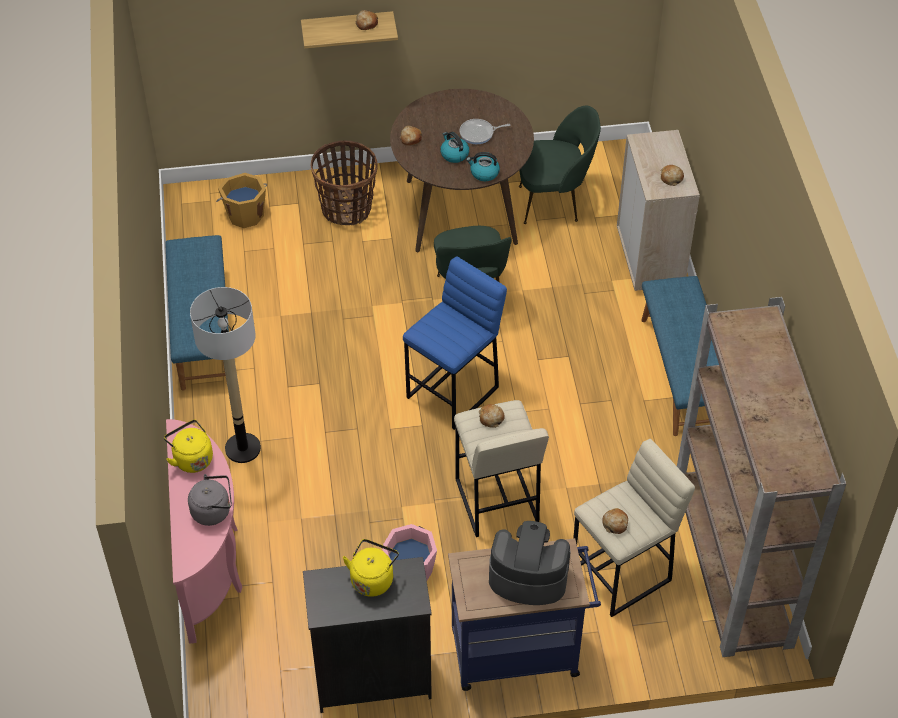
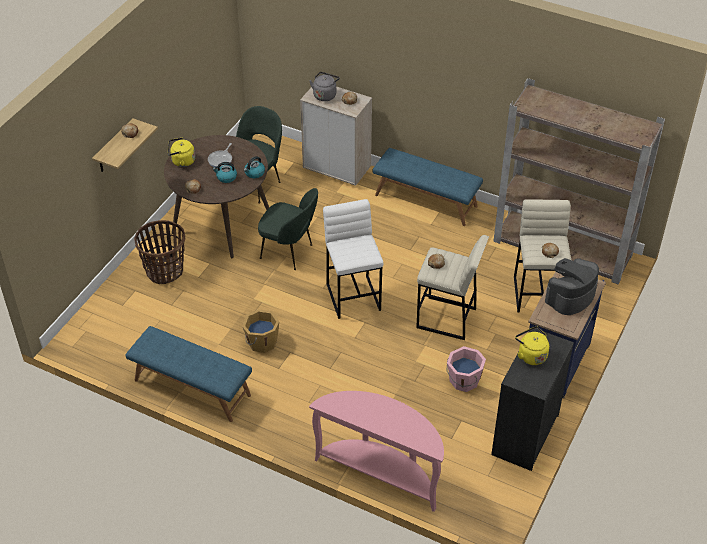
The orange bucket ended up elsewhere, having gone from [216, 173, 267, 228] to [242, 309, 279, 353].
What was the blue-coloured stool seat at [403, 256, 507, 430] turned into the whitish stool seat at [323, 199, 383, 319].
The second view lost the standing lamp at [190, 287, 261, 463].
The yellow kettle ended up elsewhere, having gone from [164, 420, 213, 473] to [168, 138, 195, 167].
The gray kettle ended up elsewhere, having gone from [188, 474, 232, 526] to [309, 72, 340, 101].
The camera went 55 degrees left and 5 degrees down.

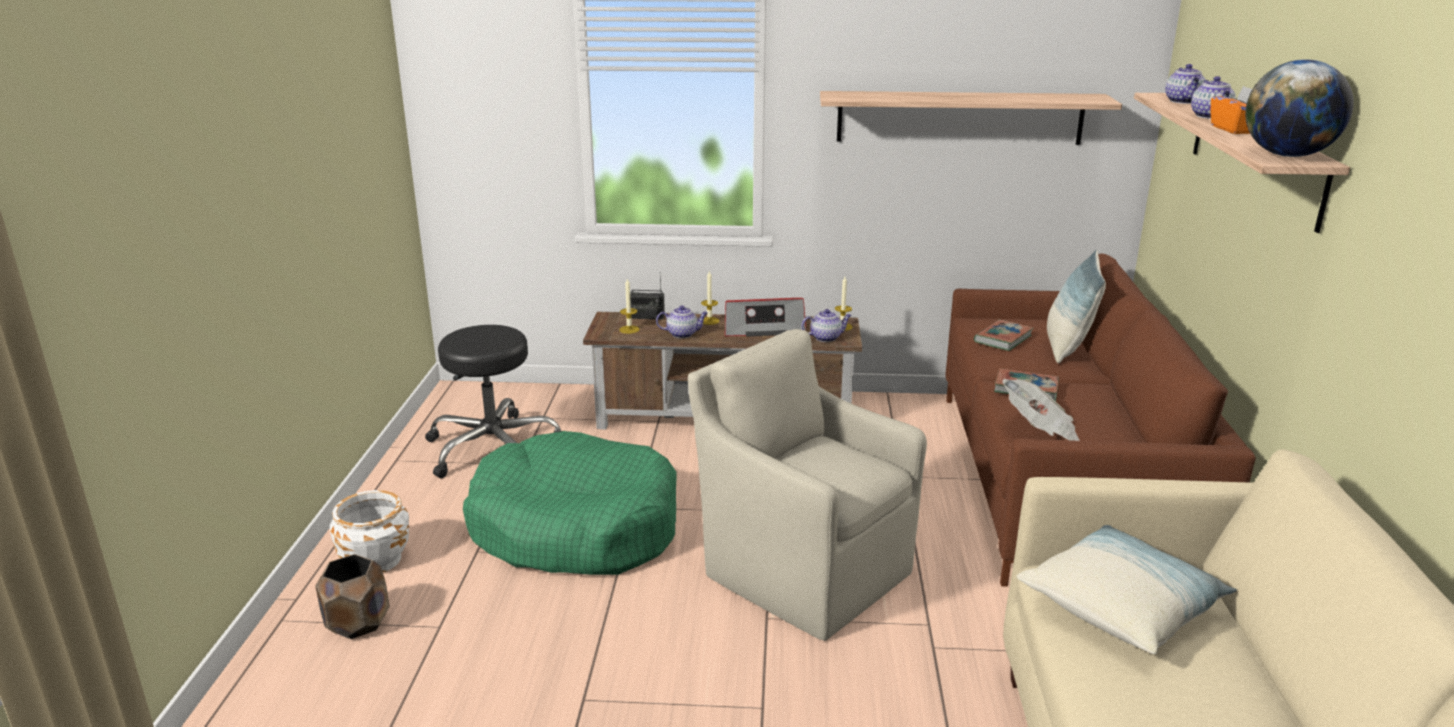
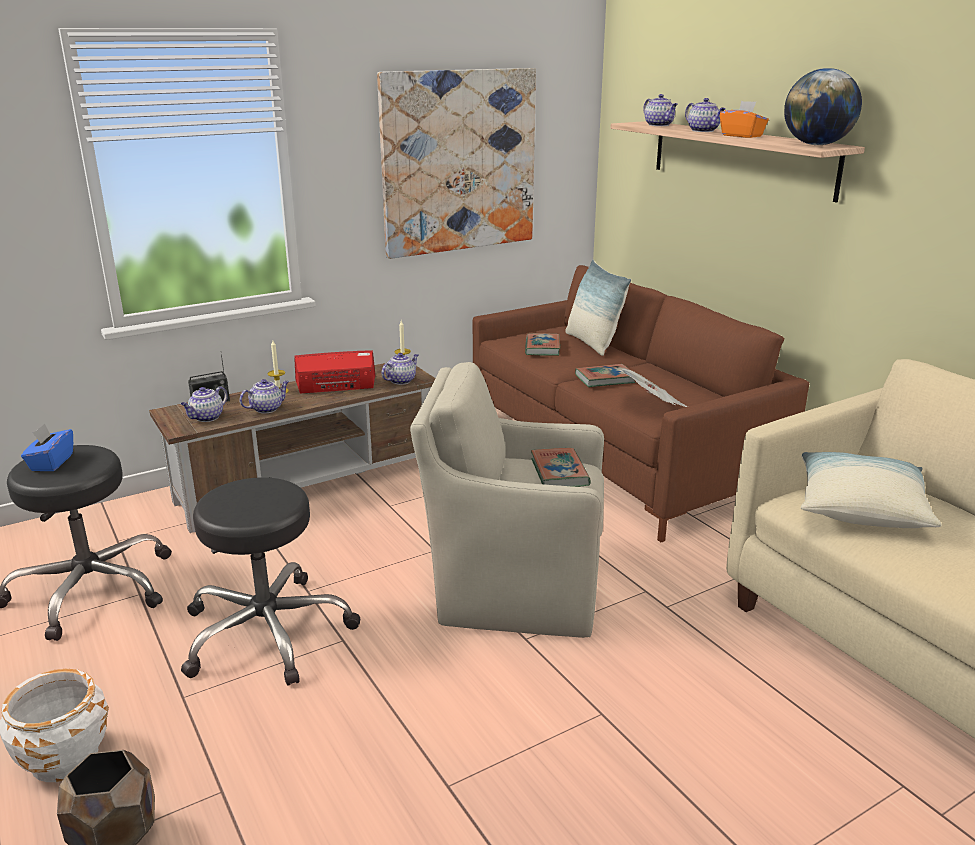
Where the bracket shelf hung at [820, 91, 1122, 145], the wall art came to hang at [377, 68, 536, 259].
Where the wax light stood at [619, 279, 639, 334], the teapot came to stand at [181, 386, 228, 422].
The radio receiver at [725, 298, 806, 337] ended up facing another way, 150 degrees counterclockwise from before.
Where the greenish dog bed stood at [463, 431, 677, 575], the black stool seat came to stand at [181, 477, 360, 686].
The second view gained the blue-coloured box of tissues at [21, 424, 73, 471].
The second view gained the book at [531, 448, 591, 487].
The camera went 35 degrees left and 0 degrees up.

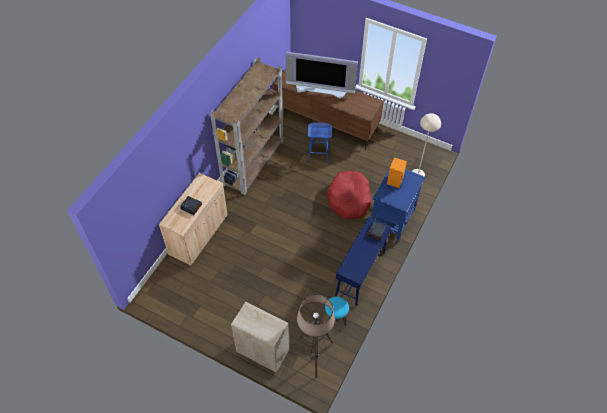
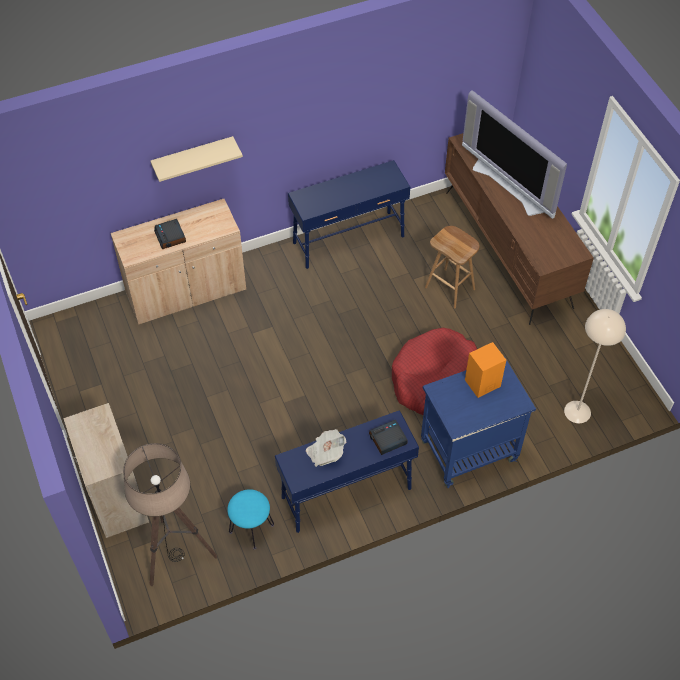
Where the brown-coloured bookshelf stood at [210, 57, 284, 195], the blue-coloured hall table came to stand at [288, 160, 410, 269].
What was the blue-coloured stool seat at [307, 122, 332, 163] turned into the brown-coloured stool seat at [425, 226, 480, 308].
The second view gained the sand-coloured bracket shelf at [150, 136, 243, 182].
The second view gained the printed paper at [306, 429, 346, 467].
The camera went 40 degrees right and 0 degrees up.

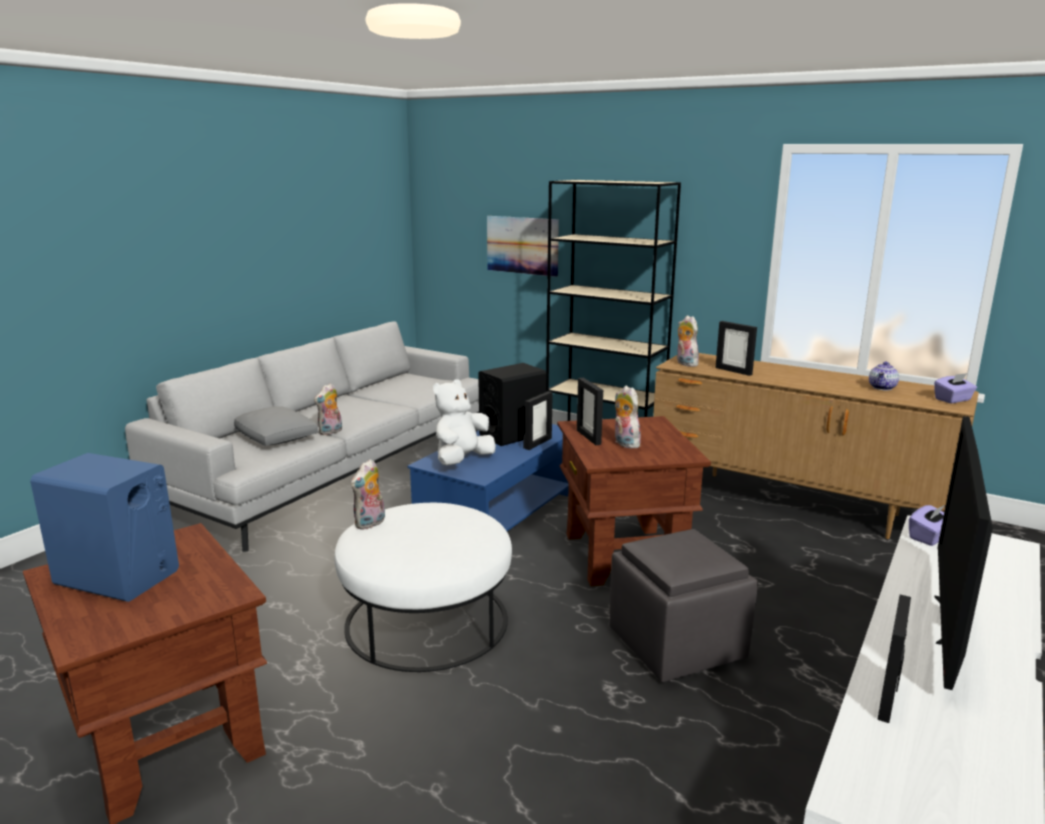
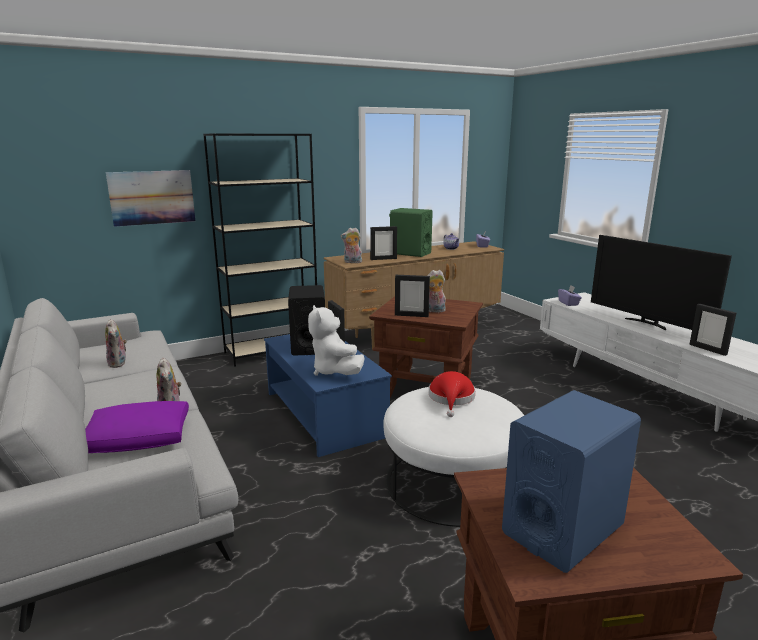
What was the gray cushion at [234, 406, 318, 446] turned into the purple cushion at [85, 401, 189, 453].
The cuddly toy ended up elsewhere, having gone from [351, 459, 385, 530] to [105, 319, 127, 368].
The second view lost the gray pouffe at [609, 529, 758, 682].
The second view gained the greenish speaker at [389, 208, 433, 257].
The second view gained the red-coloured clothing hat at [429, 371, 475, 417].
The camera went 60 degrees left and 0 degrees up.

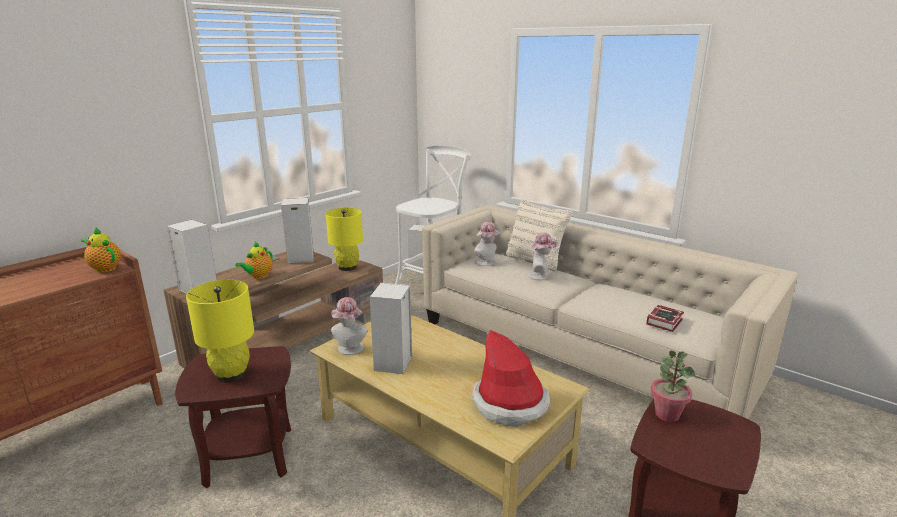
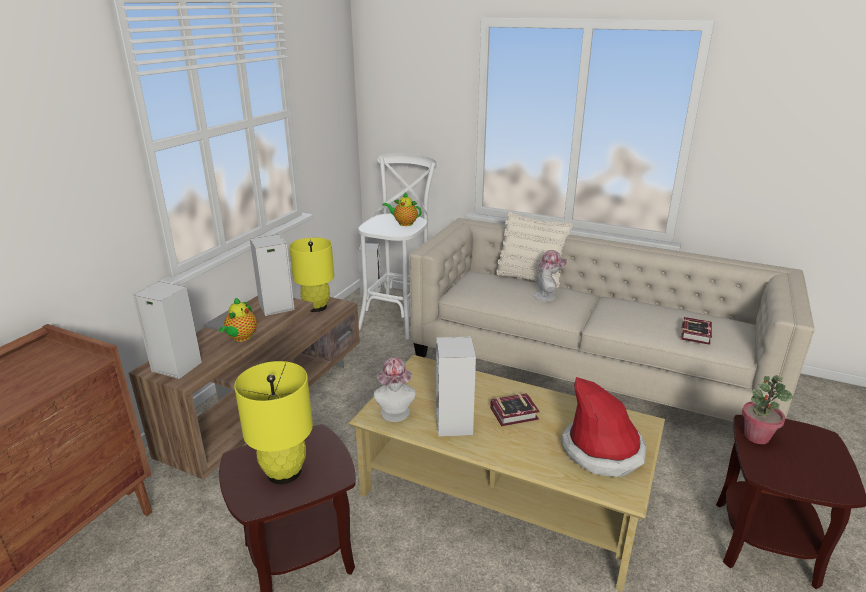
The second view lost the clothing hat at [474, 222, 499, 266].
The teapot ended up elsewhere, having gone from [81, 227, 121, 272] to [383, 193, 421, 226].
The second view gained the book at [490, 393, 540, 426].
The camera went 15 degrees left and 5 degrees up.

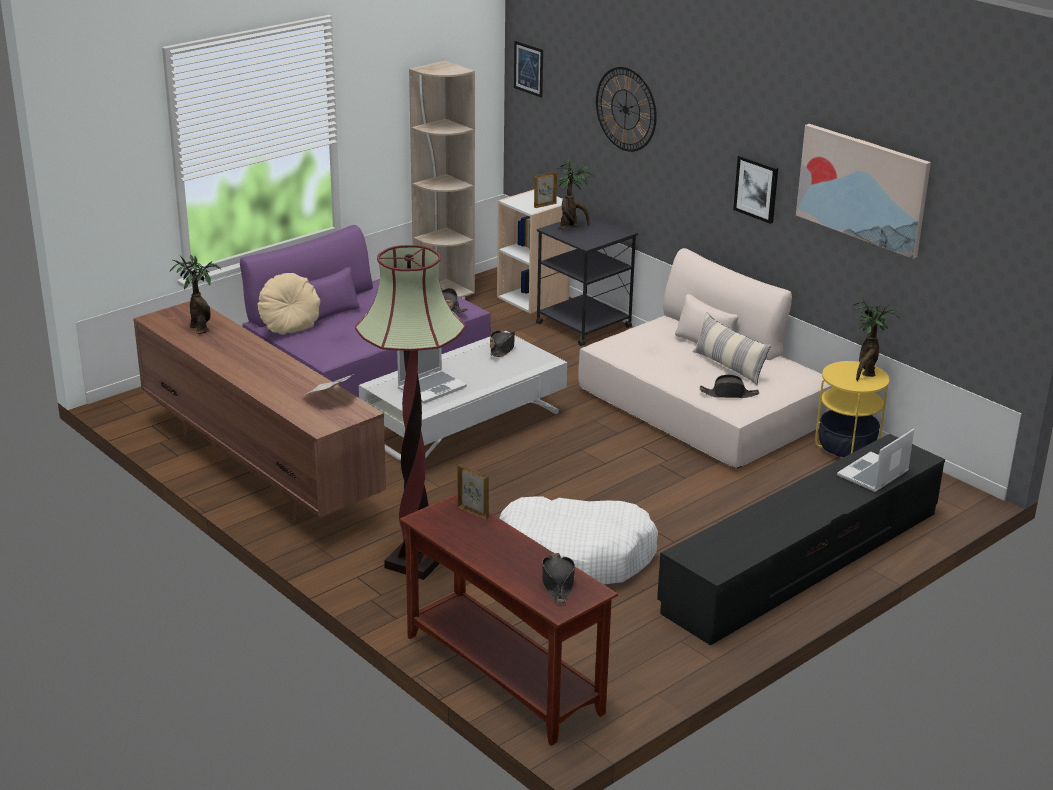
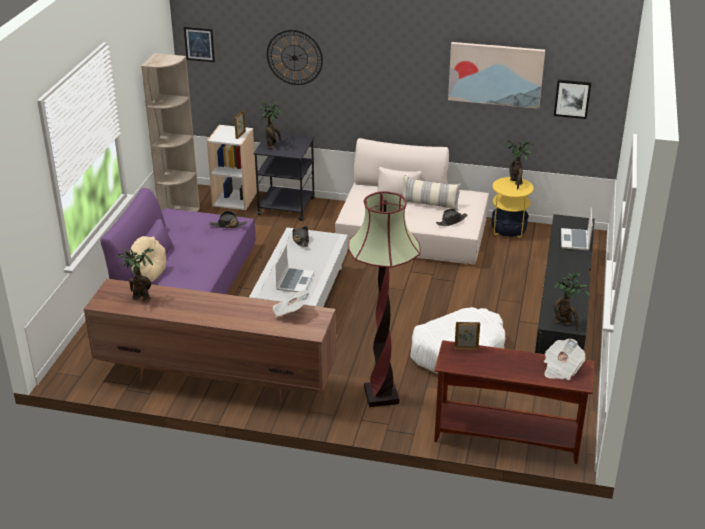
The wall art ended up elsewhere, having gone from [733, 155, 778, 224] to [554, 80, 591, 119].
Where the black clothing hat stood at [542, 553, 575, 603], the printed paper came to stand at [544, 339, 586, 380].
The second view gained the potted plant at [552, 272, 590, 331].
The camera went 35 degrees left and 5 degrees up.

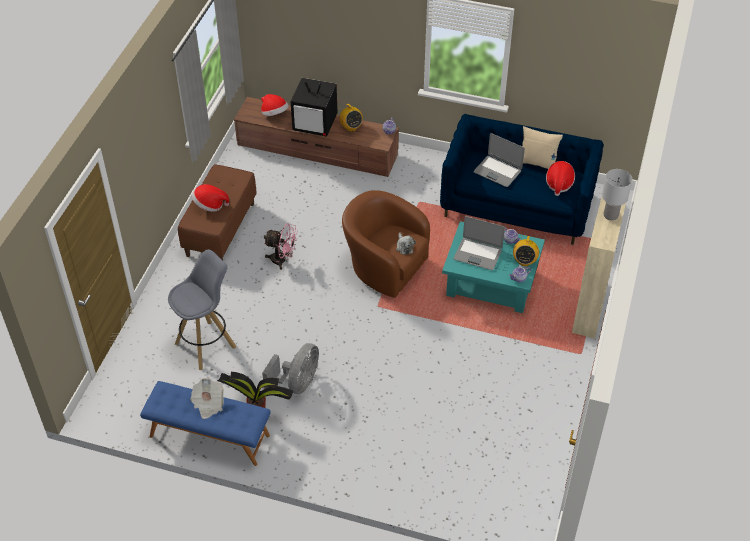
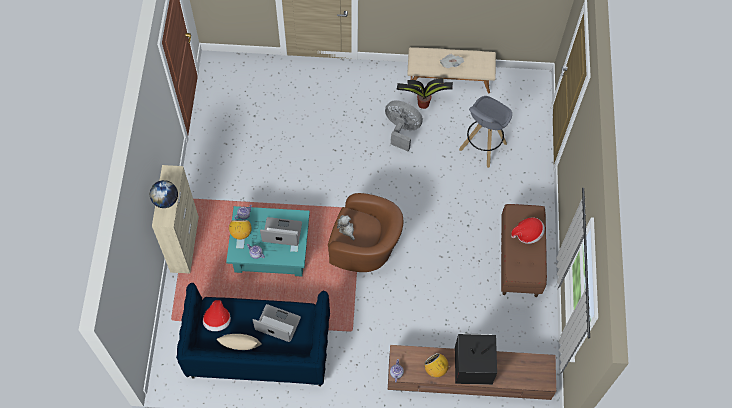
The second view lost the clothing hat at [261, 94, 289, 116].
Where the gray tabletop lamp stood at [602, 169, 632, 220], the globe came to stand at [150, 180, 178, 208].
The second view lost the pink cooling fan at [264, 224, 298, 270].
The gray cooling fan at [262, 343, 319, 394] ended up facing another way, 105 degrees clockwise from before.
What was the blue-coloured long seat at [140, 381, 271, 466] turned into the sand-coloured long seat at [407, 47, 496, 94].
The camera went 165 degrees right and 15 degrees up.

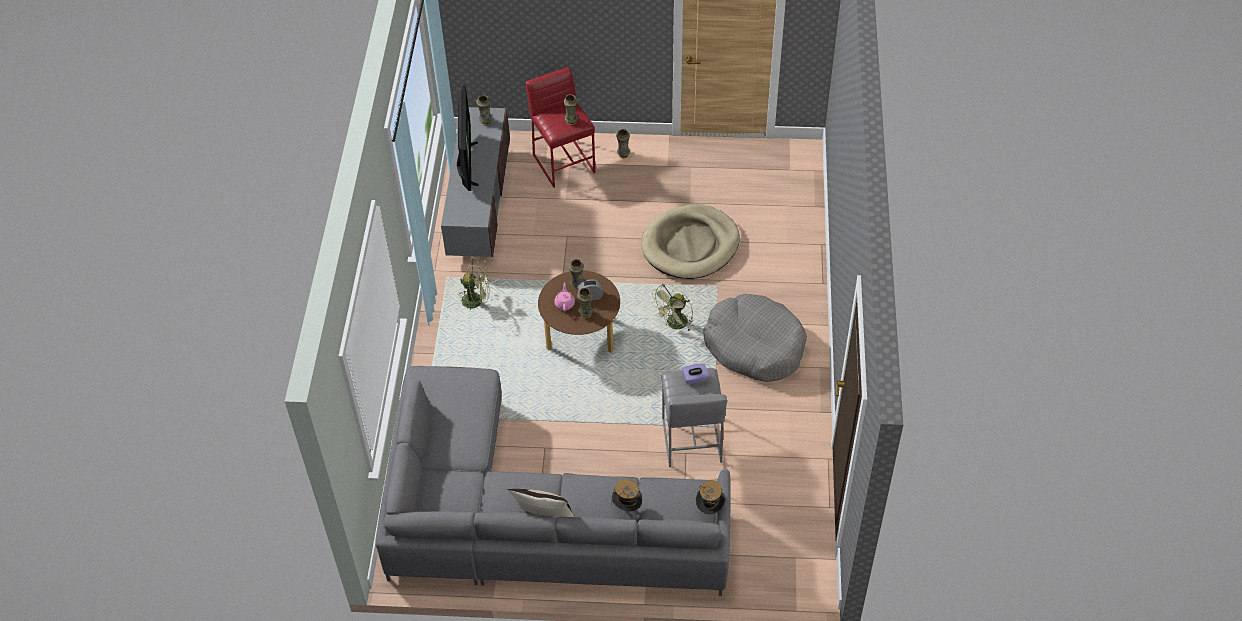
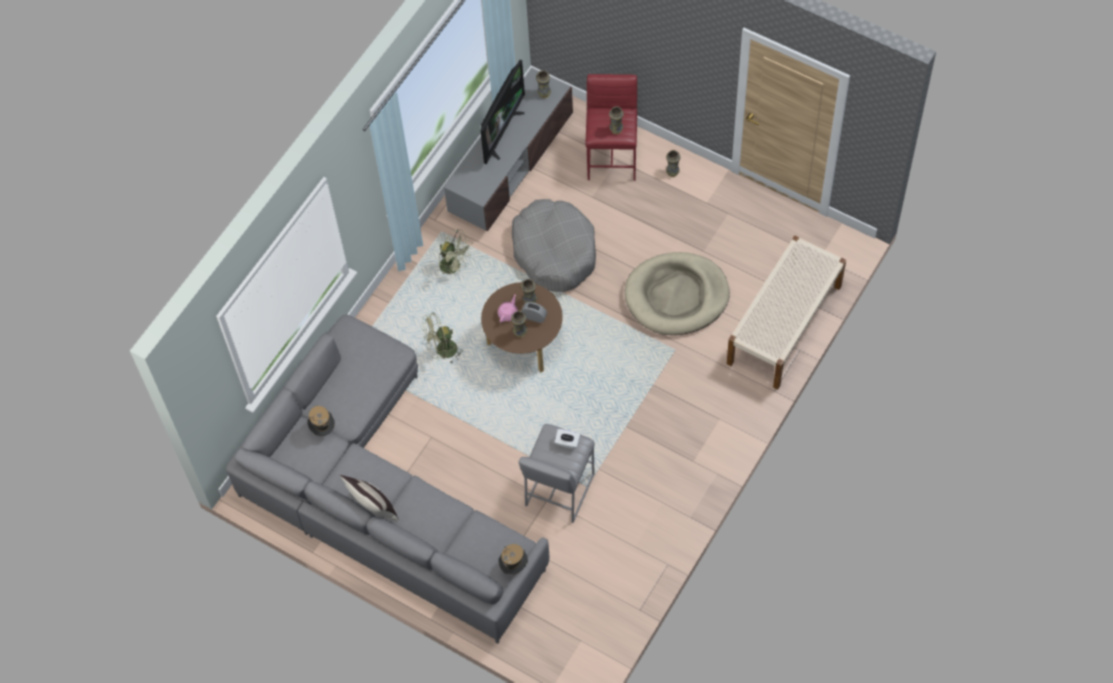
The greenish cooling fan ended up elsewhere, having gone from [651, 284, 694, 331] to [422, 313, 463, 363].
The gray dog bed ended up elsewhere, having gone from [703, 294, 807, 382] to [512, 199, 596, 292].
What was the purple box of tissues at [682, 363, 708, 384] turned into the whitish box of tissues at [555, 429, 580, 449].
The clothing hat ended up elsewhere, having gone from [611, 479, 642, 512] to [307, 406, 335, 436].
The second view gained the sand-coloured long seat at [726, 235, 846, 390].
The camera went 30 degrees right and 10 degrees up.

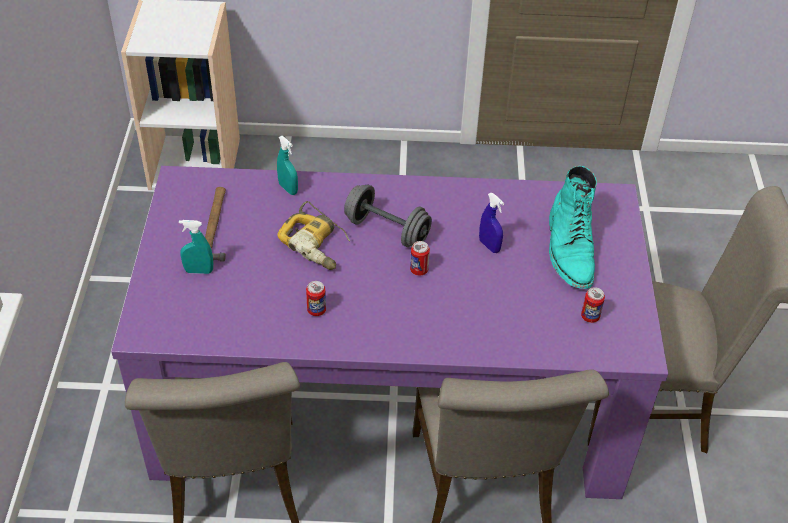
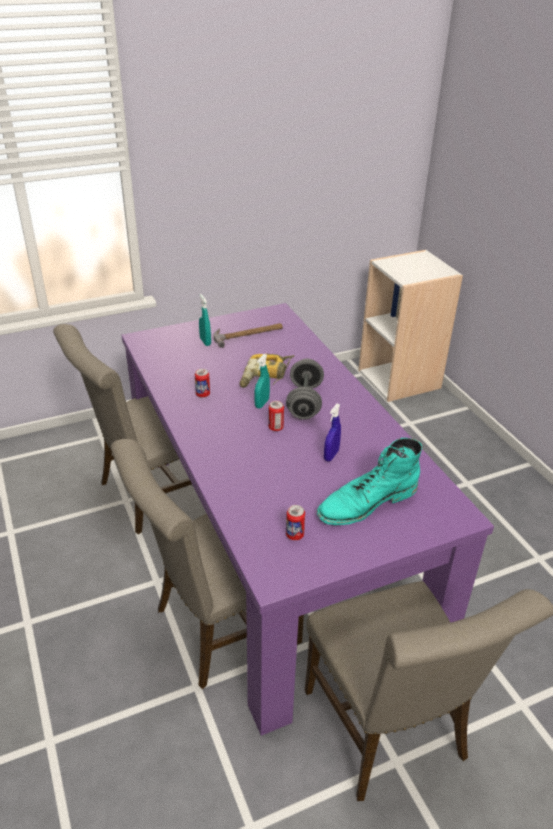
The blue-green sprayer ended up elsewhere, having gone from [277, 136, 298, 195] to [254, 354, 270, 409].
The camera went 65 degrees right and 10 degrees down.

